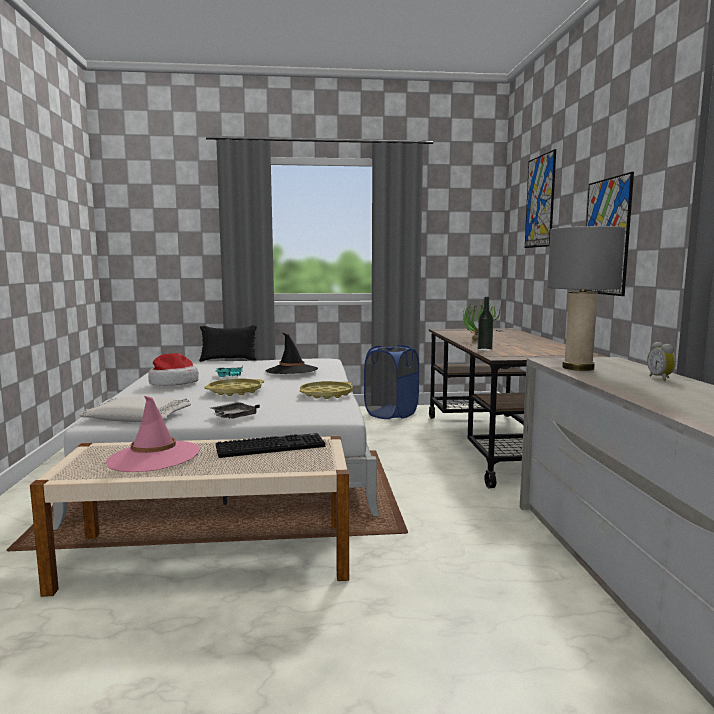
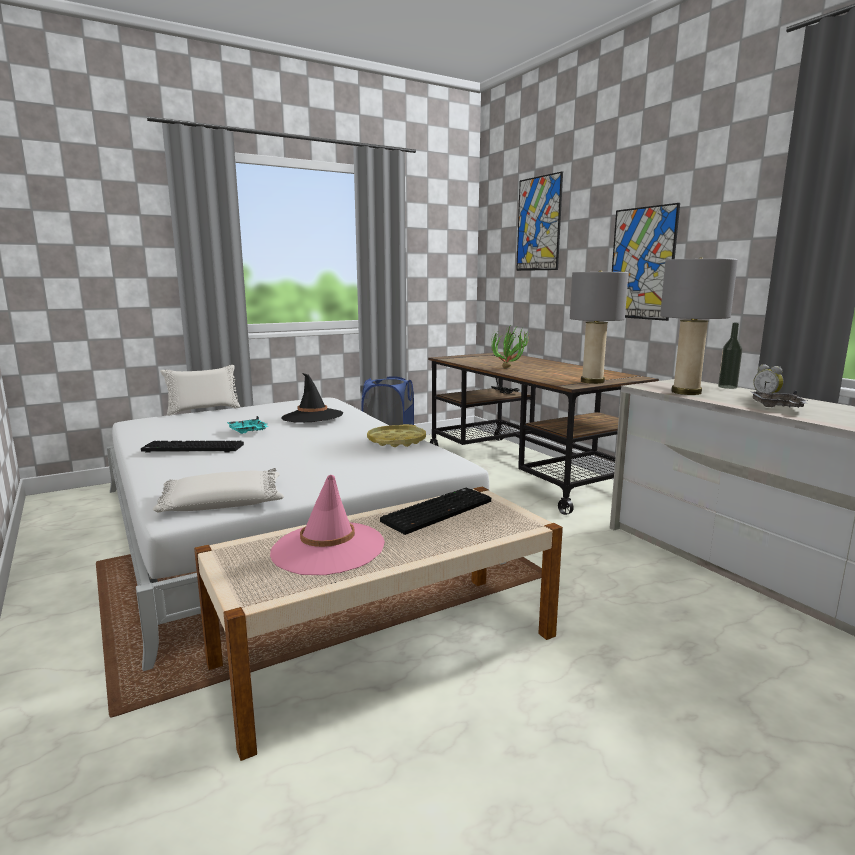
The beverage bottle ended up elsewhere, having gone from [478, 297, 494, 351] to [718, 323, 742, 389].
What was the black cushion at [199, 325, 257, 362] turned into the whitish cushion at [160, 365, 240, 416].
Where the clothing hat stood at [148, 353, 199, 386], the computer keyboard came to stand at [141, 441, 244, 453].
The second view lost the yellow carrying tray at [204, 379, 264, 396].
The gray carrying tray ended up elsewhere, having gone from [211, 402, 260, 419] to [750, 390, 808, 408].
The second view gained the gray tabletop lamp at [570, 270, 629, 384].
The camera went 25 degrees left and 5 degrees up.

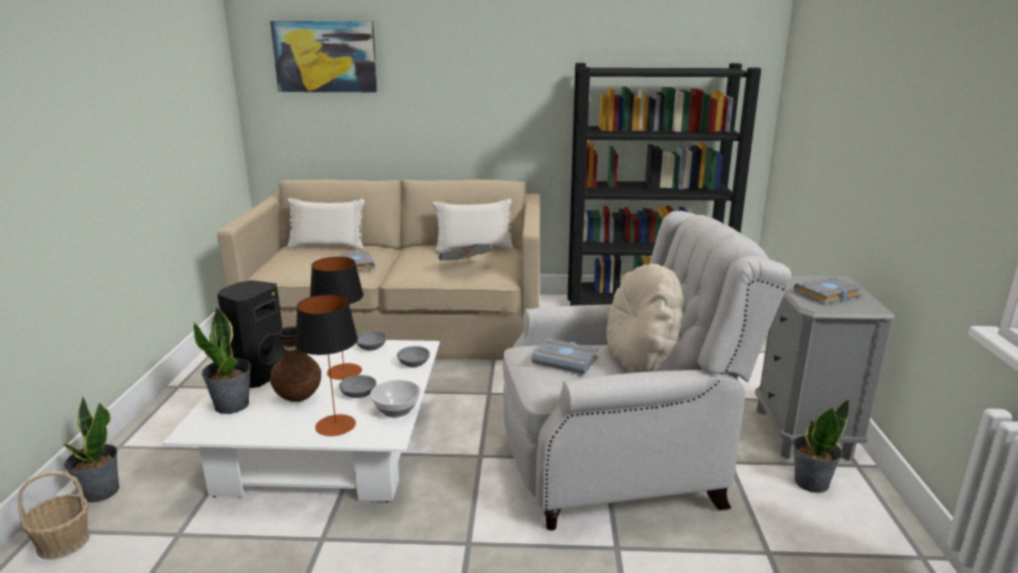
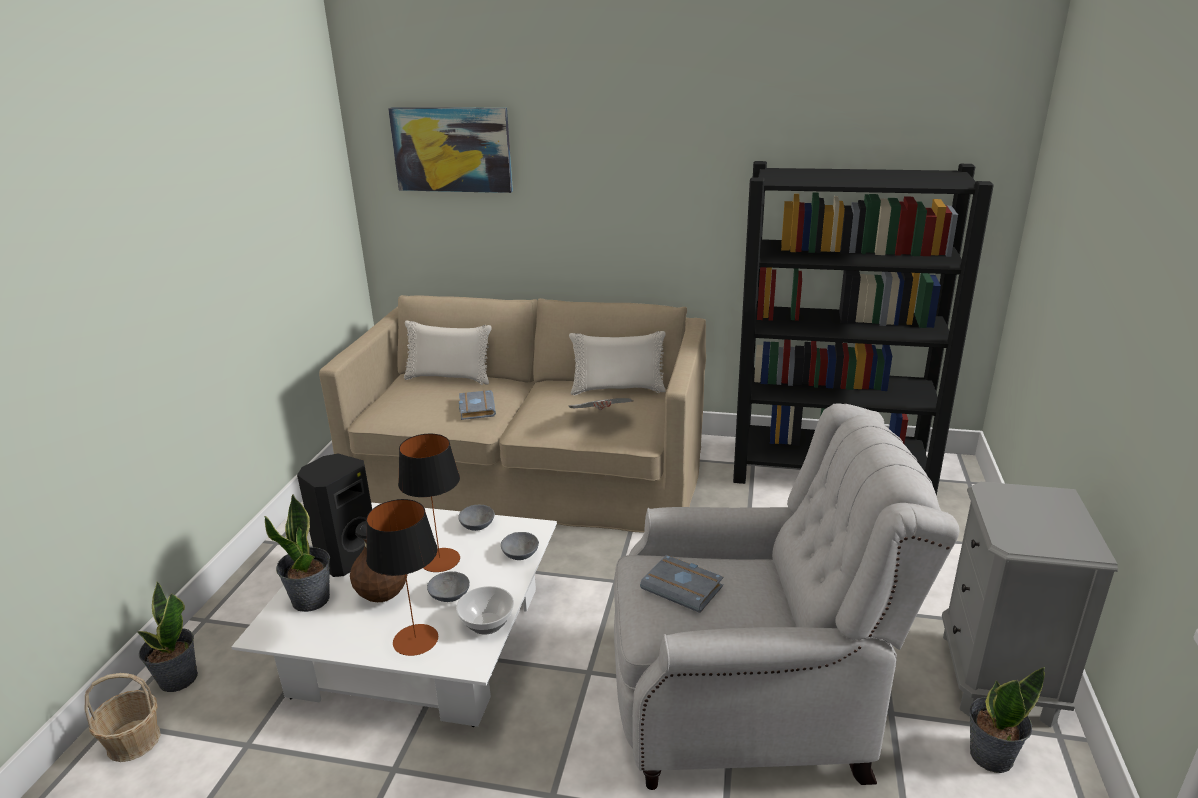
The second view lost the sand-coloured cushion at [606, 264, 684, 373].
The second view lost the gray book at [793, 276, 863, 305].
The camera went 10 degrees right and 5 degrees up.

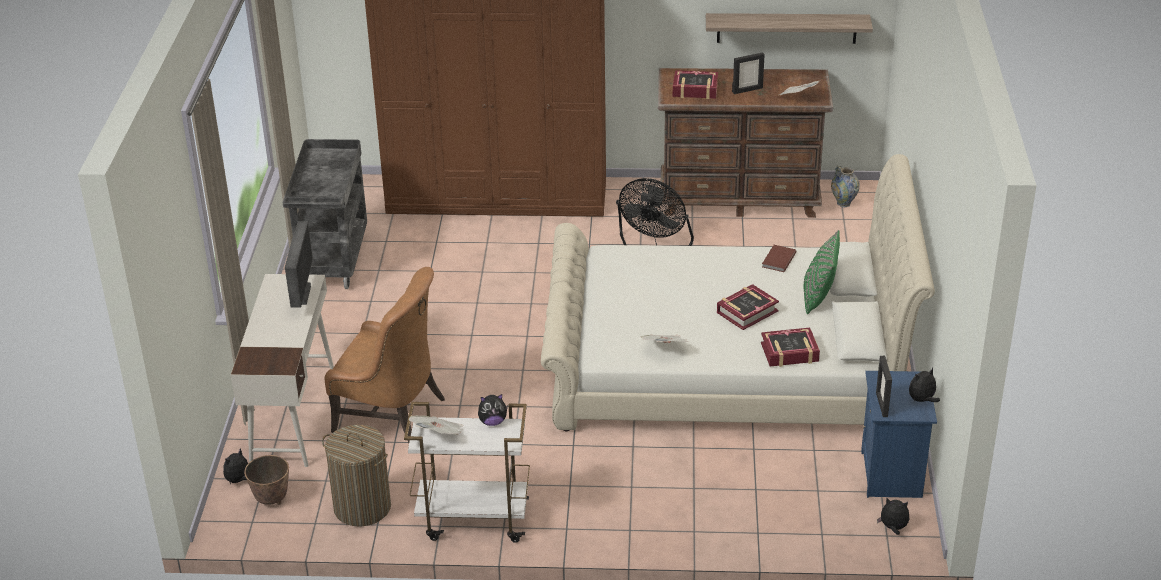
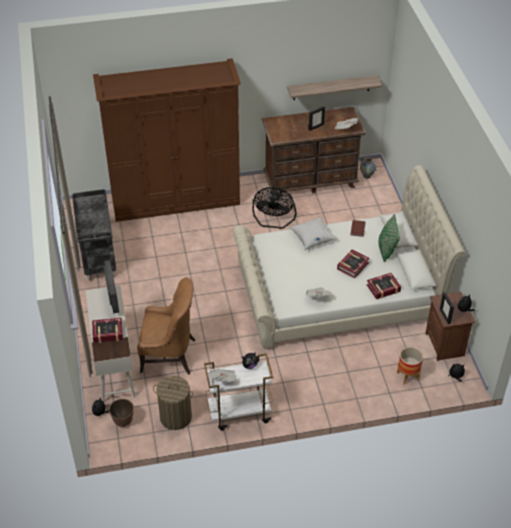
The book ended up elsewhere, having gone from [673, 70, 718, 99] to [92, 318, 123, 343].
What was the blue-coloured nightstand at [861, 371, 937, 498] turned into the brown-coloured nightstand at [426, 292, 476, 361].
The second view gained the gray cushion at [290, 217, 337, 250].
The second view gained the planter at [397, 347, 423, 385].
The camera went 15 degrees left and 10 degrees up.

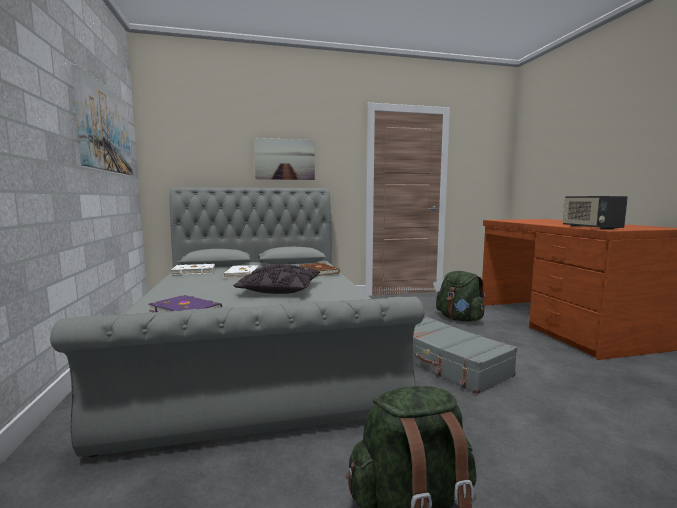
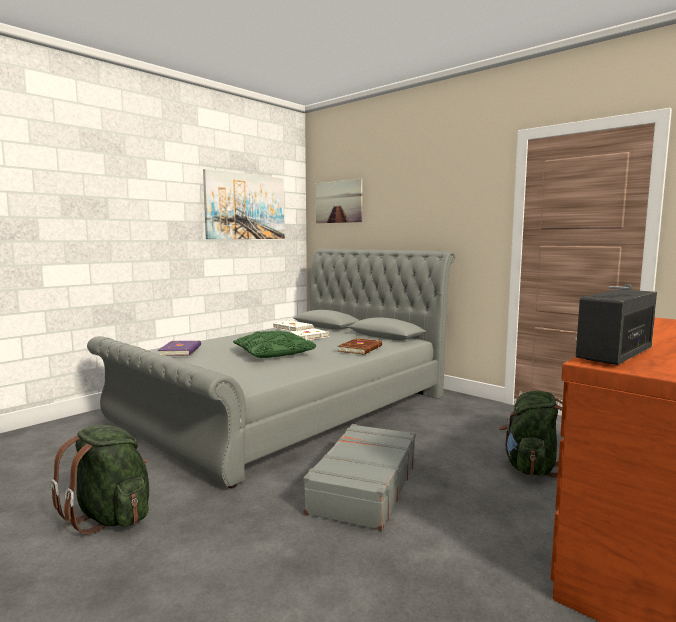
The wall art ended up elsewhere, having gone from [254, 138, 315, 180] to [316, 179, 363, 223].
What was the black cushion at [233, 264, 320, 294] turned into the greenish cushion at [233, 331, 316, 358].
The camera went 55 degrees right and 0 degrees up.

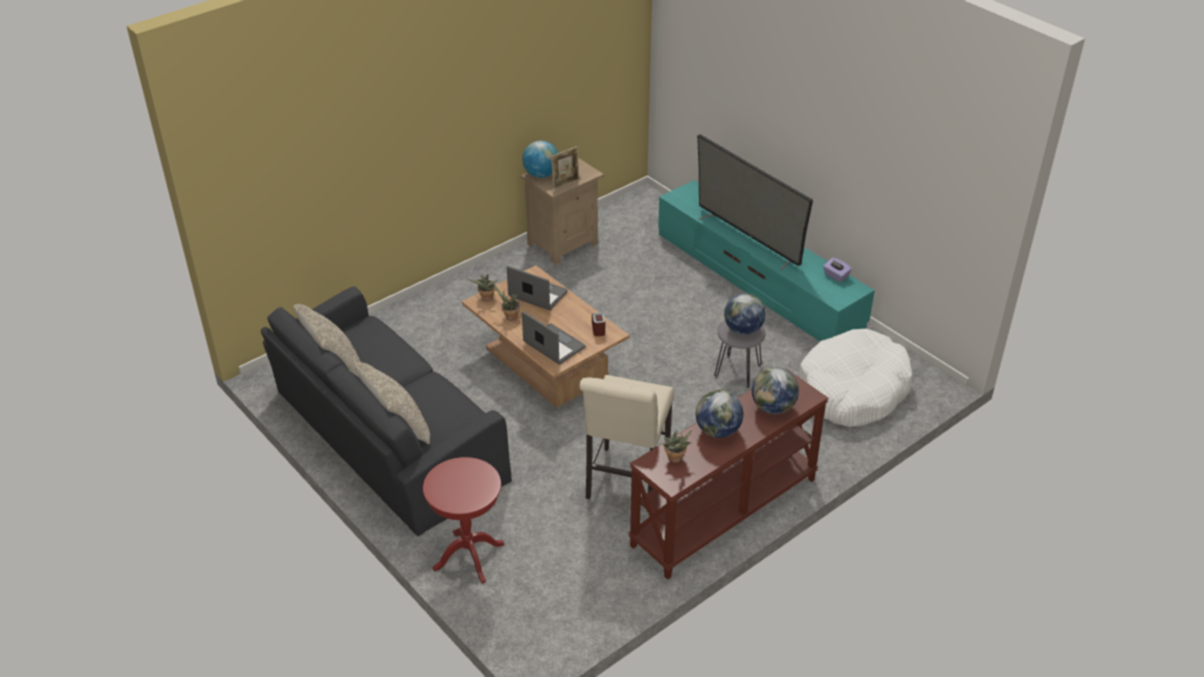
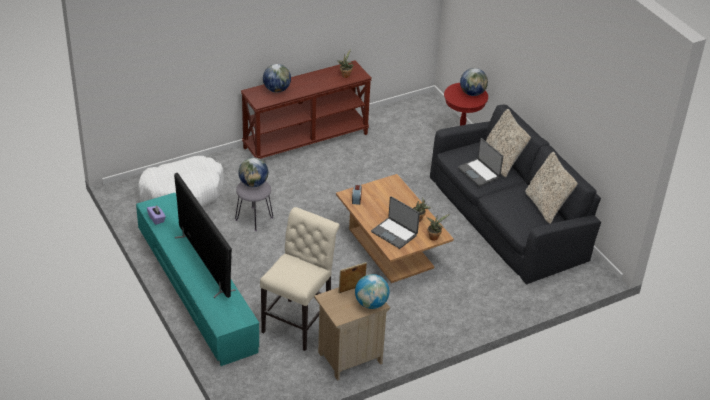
The notebook computer ended up elsewhere, having gone from [522, 311, 586, 365] to [458, 138, 503, 187].
The sand-coloured stool seat ended up elsewhere, having gone from [579, 375, 674, 512] to [260, 207, 340, 351].
The globe ended up elsewhere, having gone from [696, 390, 744, 438] to [460, 68, 488, 96].
The camera went 170 degrees left and 0 degrees up.

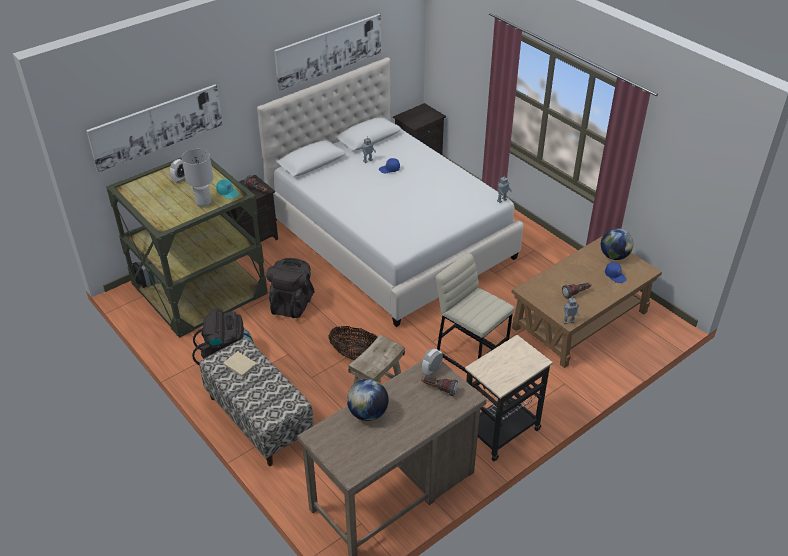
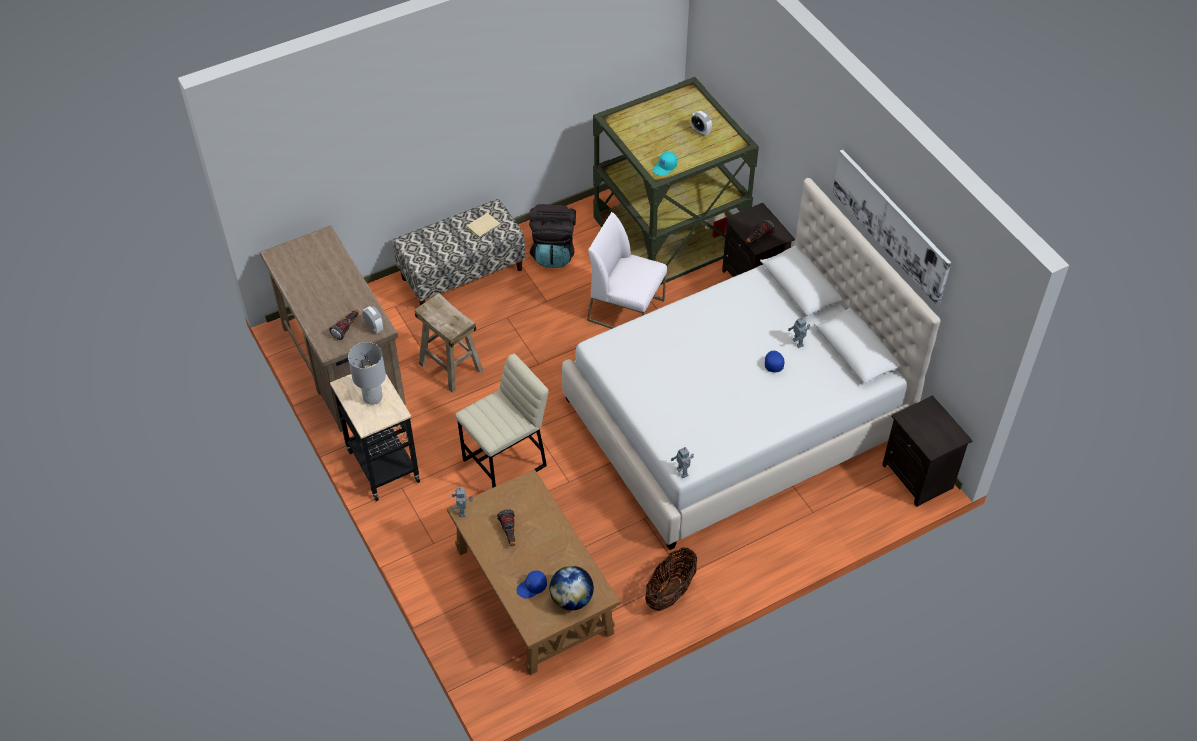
The second view lost the wall art at [86, 84, 223, 173].
The gray tabletop lamp ended up elsewhere, having gone from [181, 149, 213, 207] to [348, 342, 386, 405].
Where the black rucksack stood at [266, 258, 314, 318], the whitish chair came to stand at [587, 212, 667, 329].
The storage basket ended up elsewhere, having gone from [328, 326, 378, 360] to [645, 547, 697, 611].
The second view lost the globe at [347, 379, 389, 421].
The camera went 100 degrees right and 10 degrees up.

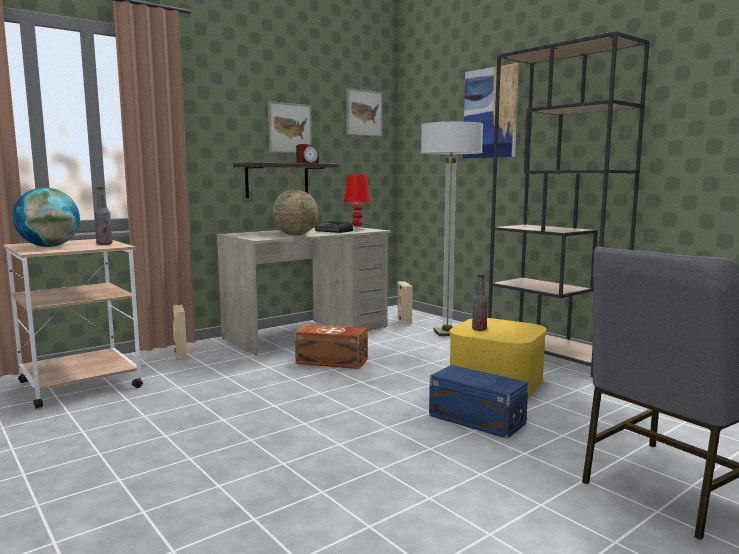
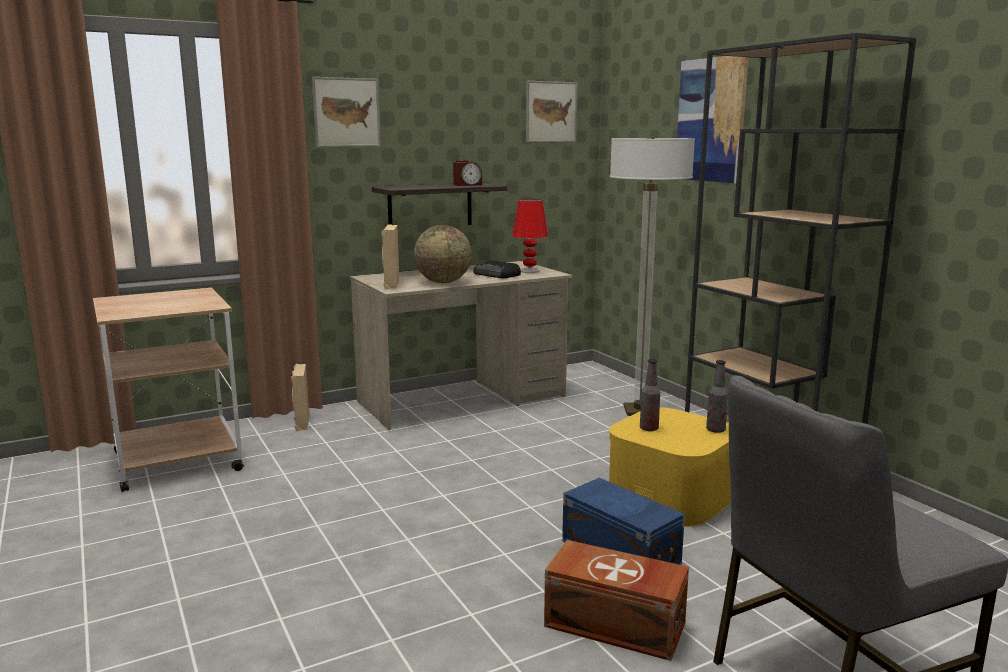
The wall art ended up elsewhere, having gone from [268, 102, 312, 153] to [312, 77, 381, 147].
The second view lost the globe at [13, 187, 80, 247].
The beverage bottle ended up elsewhere, having gone from [94, 187, 113, 245] to [706, 360, 728, 433].
The sand-coloured speaker ended up elsewhere, having gone from [397, 281, 412, 325] to [382, 225, 399, 289].
The brown-coloured storage bin ended up elsewhere, having gone from [295, 324, 368, 369] to [544, 540, 689, 661].
The camera went 10 degrees right and 5 degrees up.

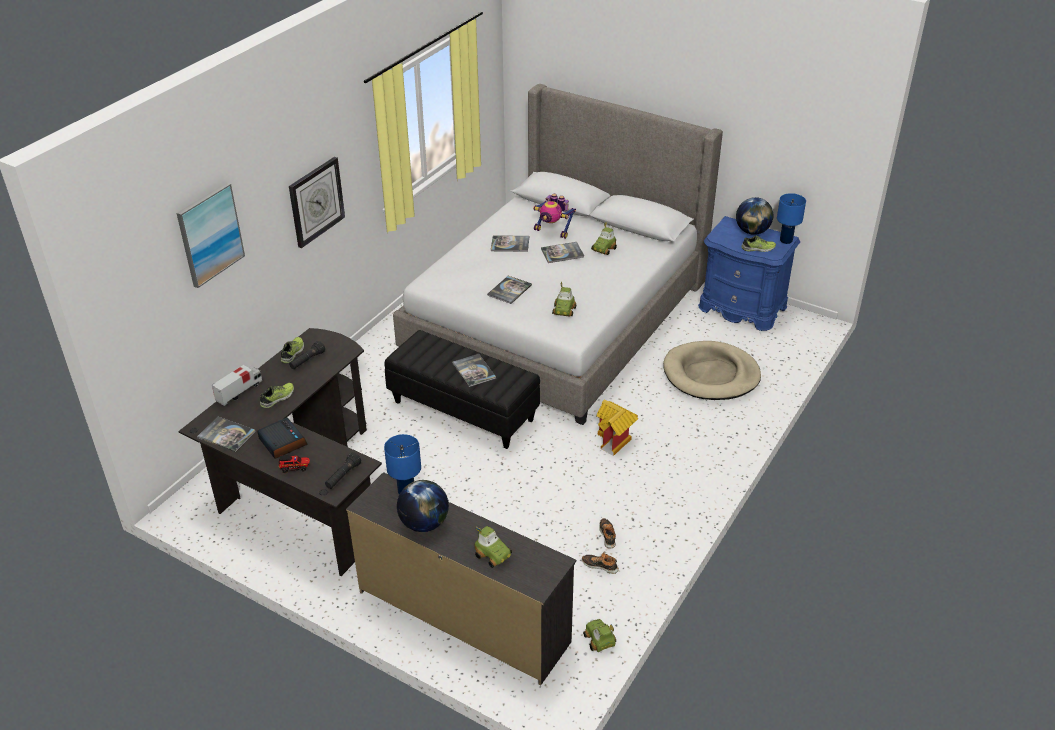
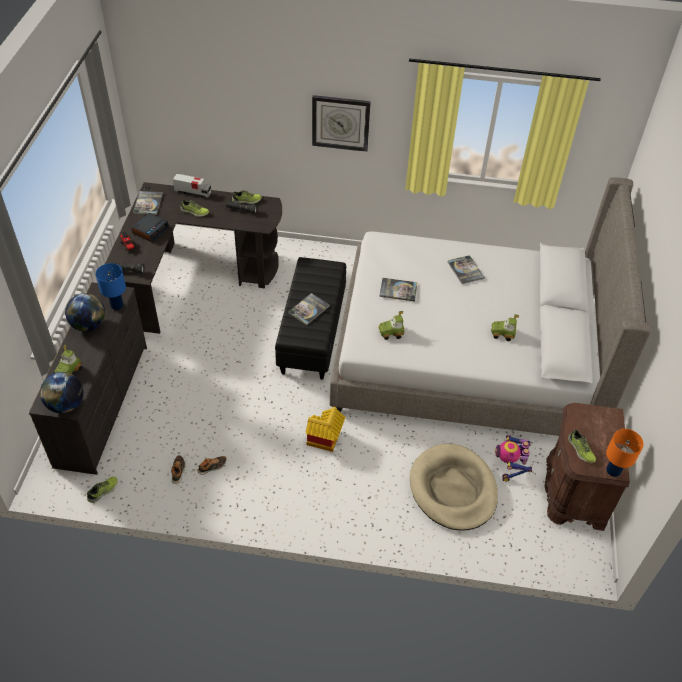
The second view lost the wall art at [176, 182, 245, 288].
What was the blue-coloured tabletop lamp at [777, 193, 806, 244] turned into the orange tabletop lamp at [606, 429, 644, 477].
The robot figure ended up elsewhere, having gone from [533, 194, 576, 239] to [495, 435, 532, 481].
The globe ended up elsewhere, having gone from [736, 197, 773, 235] to [40, 372, 83, 413].
What was the blue-coloured nightstand at [698, 216, 800, 331] turned into the brown-coloured nightstand at [545, 403, 630, 531].
The second view lost the book at [541, 242, 584, 263].
Where the toy car stood at [583, 619, 616, 652], the shoe came to stand at [87, 477, 117, 503].
The camera went 65 degrees right and 10 degrees up.

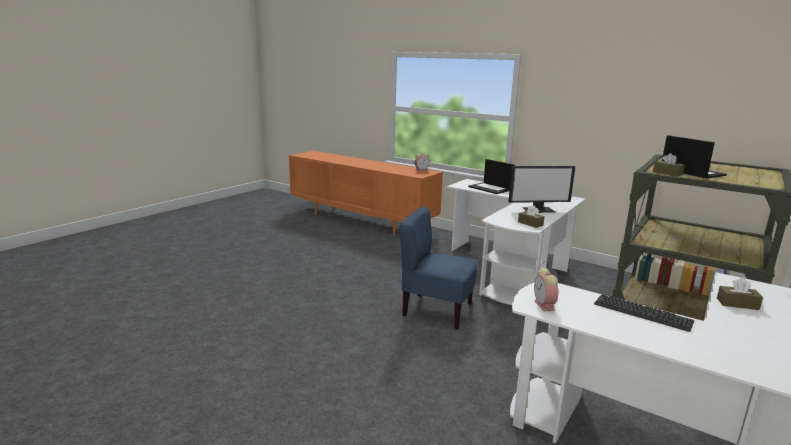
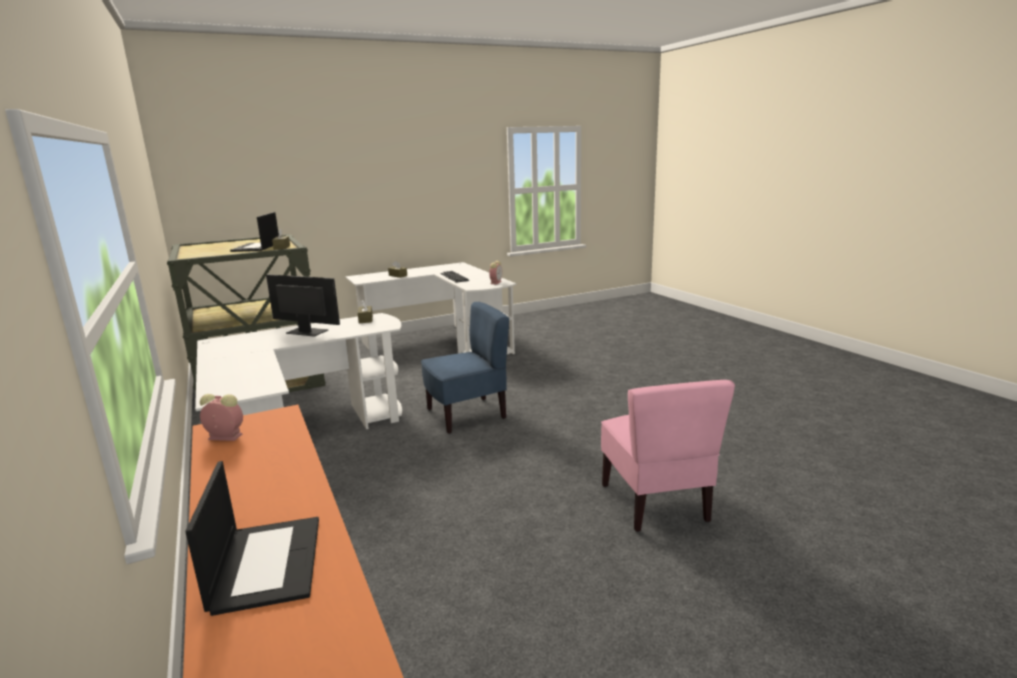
The notebook computer ended up elsewhere, having gone from [468, 159, 515, 194] to [185, 461, 319, 616].
The blue-coloured chair at [400, 207, 477, 329] ended up facing another way, 75 degrees counterclockwise from before.
The second view gained the pink chair at [601, 380, 735, 532].
The camera went 150 degrees left and 0 degrees up.

